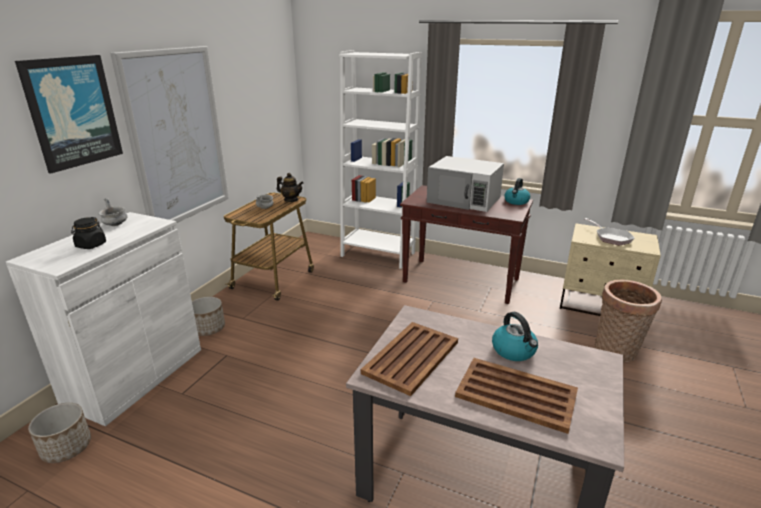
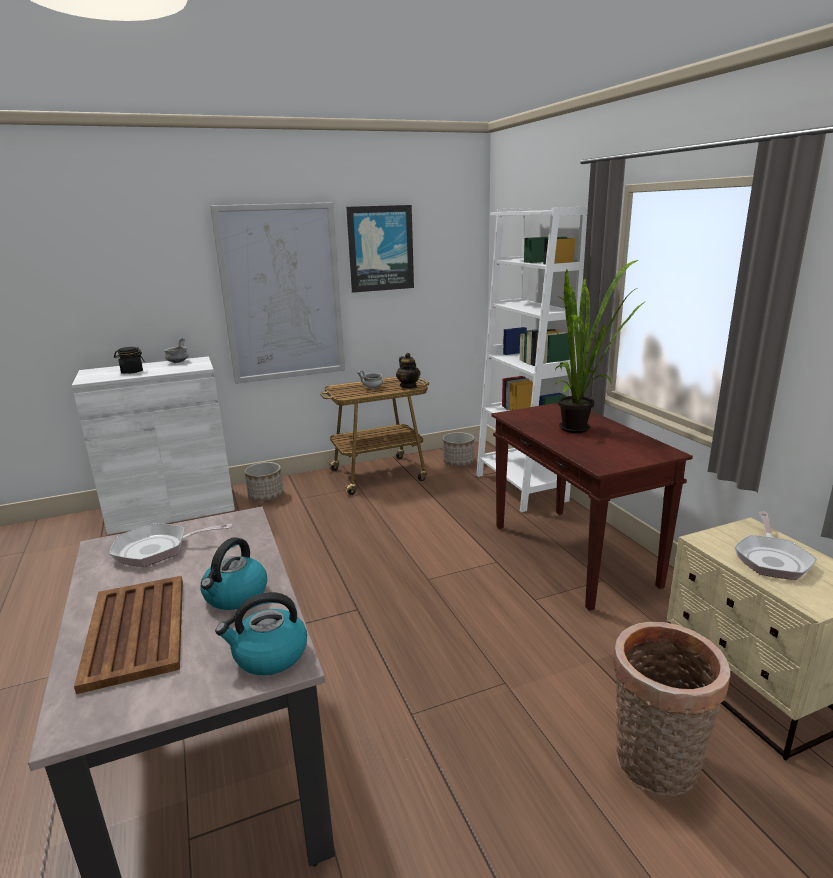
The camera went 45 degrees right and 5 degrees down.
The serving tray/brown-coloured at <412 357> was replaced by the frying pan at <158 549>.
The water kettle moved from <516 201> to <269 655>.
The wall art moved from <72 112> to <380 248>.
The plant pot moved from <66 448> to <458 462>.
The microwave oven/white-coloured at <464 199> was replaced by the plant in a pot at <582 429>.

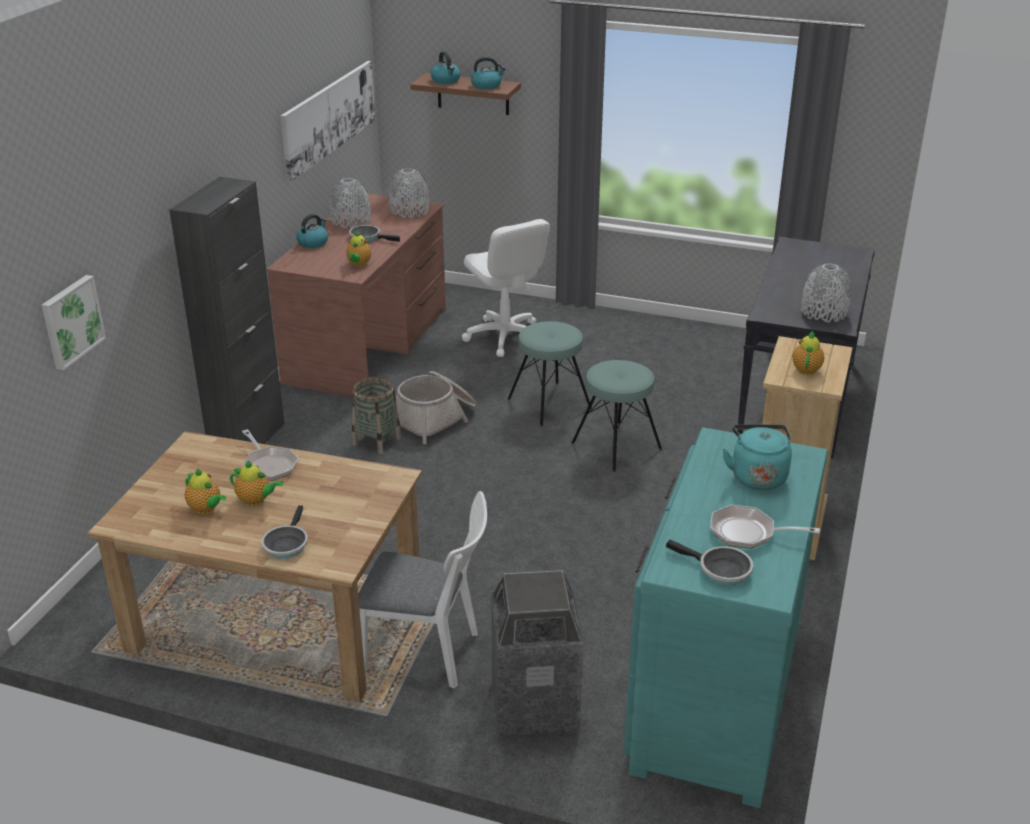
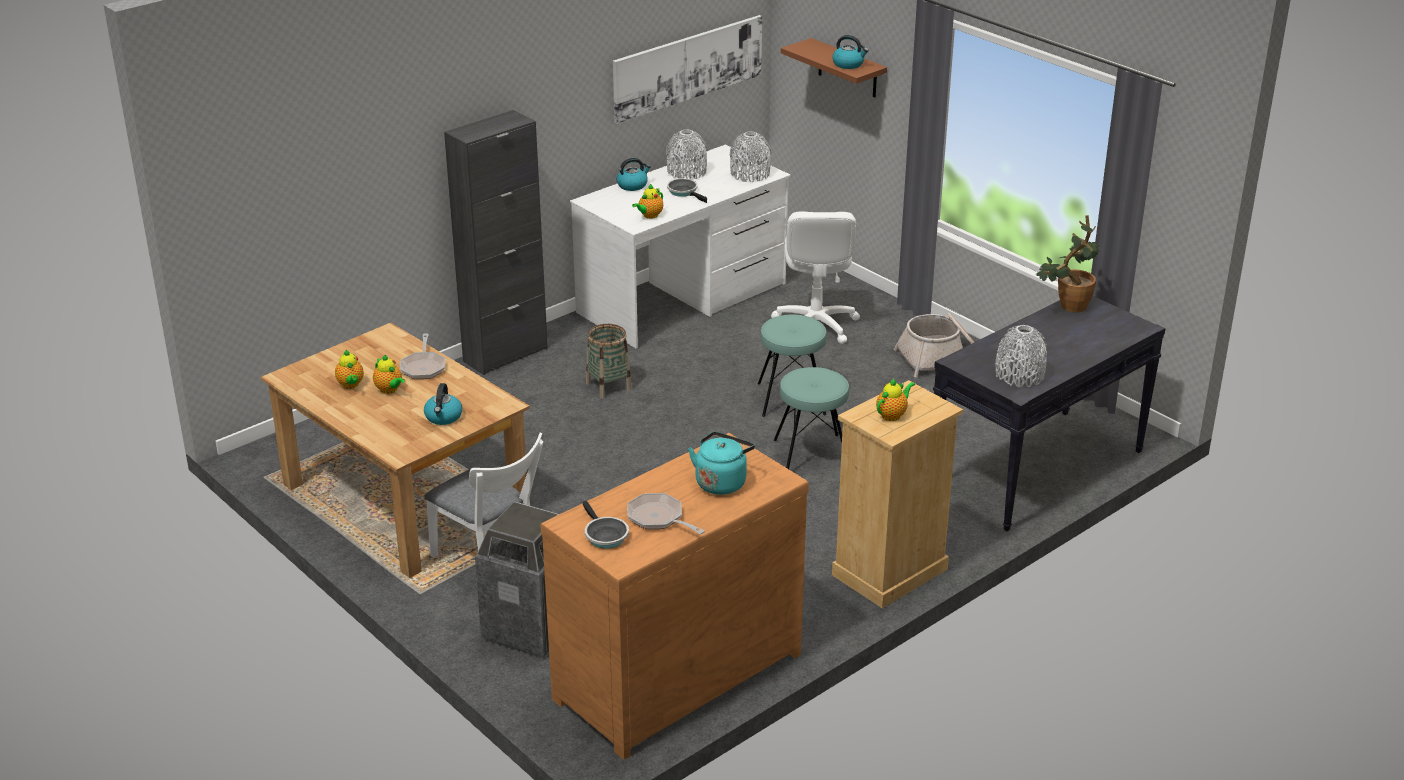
The camera went 30 degrees right and 0 degrees up.
The water kettle moved from <446 80> to <443 417>.
The drawer chest/blue-green at <713 696> became the drawer chest/brown-coloured at <674 674>.
The desk table/brown-coloured at <368 345> became the desk table/white-coloured at <683 298>.
The household basket moved from <434 418> to <940 358>.
The plant in a pot at <1067 307> appeared.
The wall art at <71 321> disappeared.
The frying pan at <286 544> disappeared.

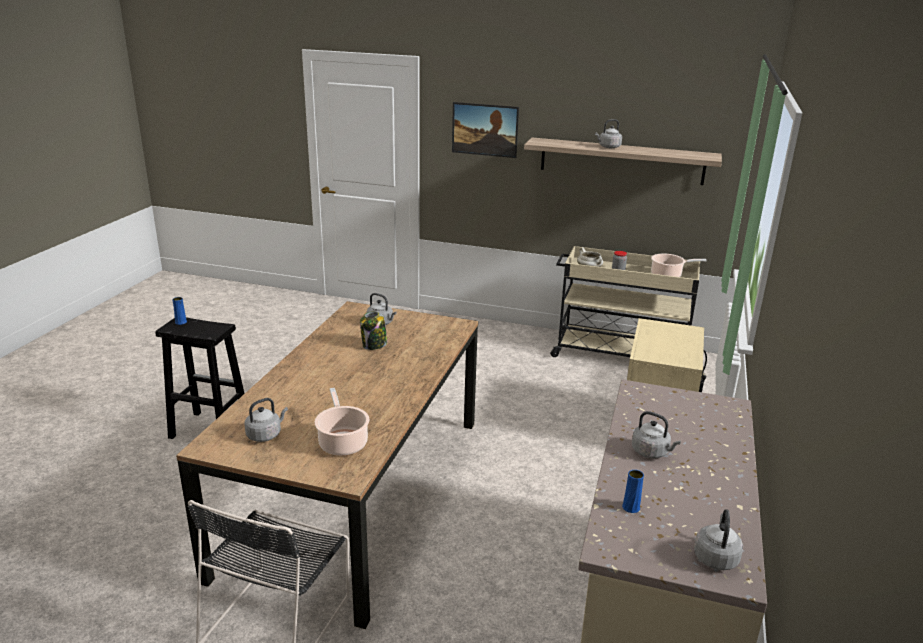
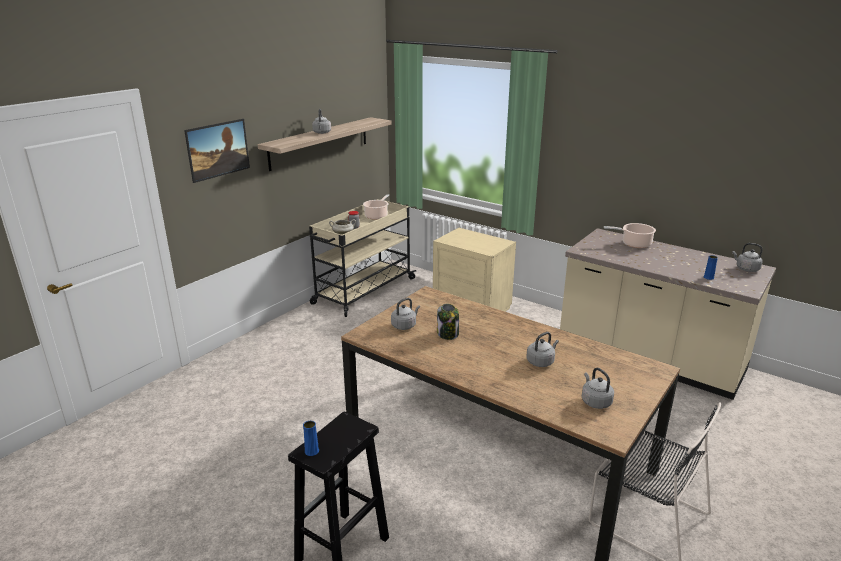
The camera went 70 degrees left and 0 degrees up.
The water kettle/grey moved from <652 452> to <541 361>.
The stockpot moved from <342 442> to <634 244>.

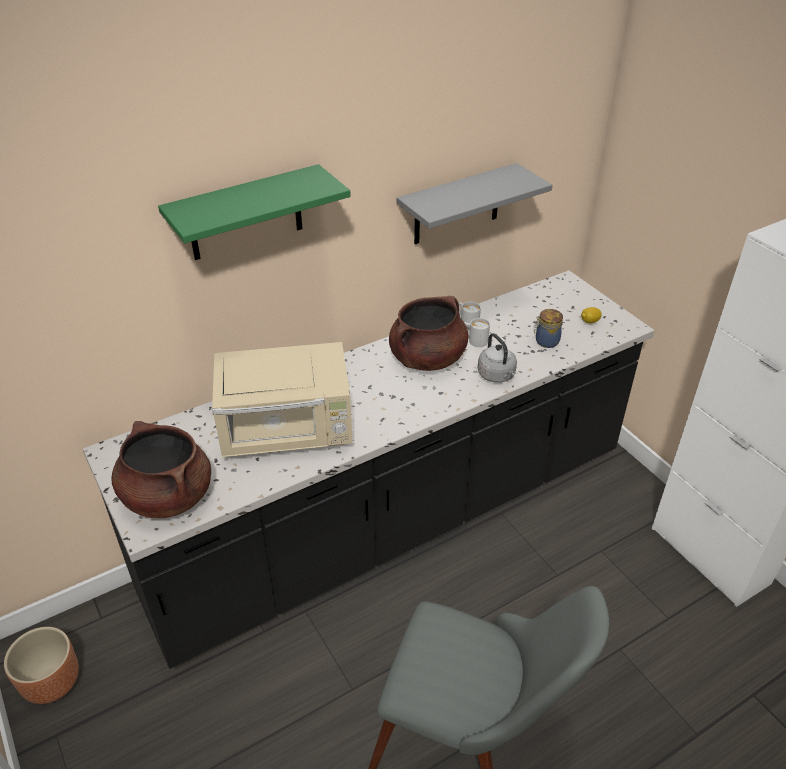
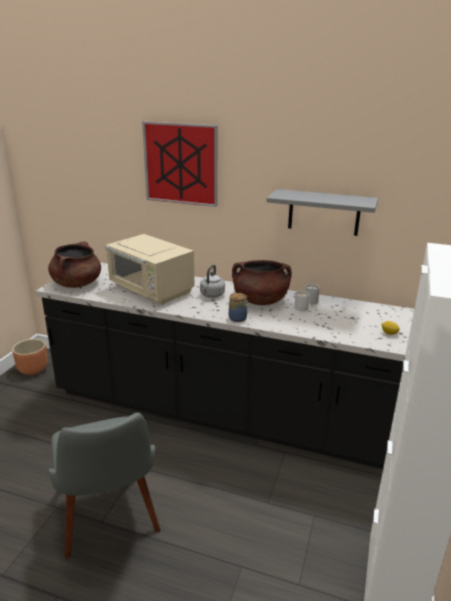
The camera went 50 degrees right and 15 degrees down.
The wall shelf/green at <245 214> was replaced by the wall art at <181 164>.
The water kettle/grey moved from <497 376> to <211 295>.
The storage jar moved from <546 341> to <237 318>.

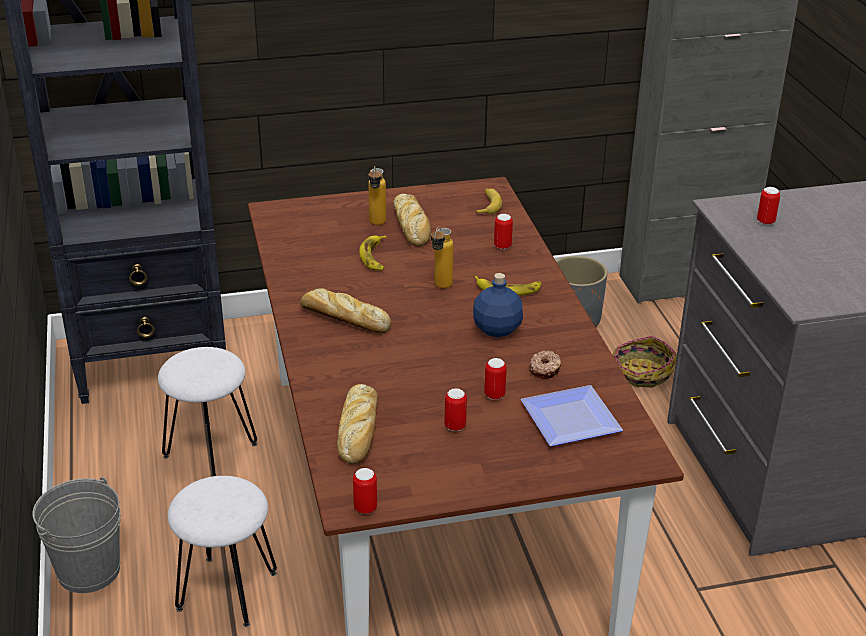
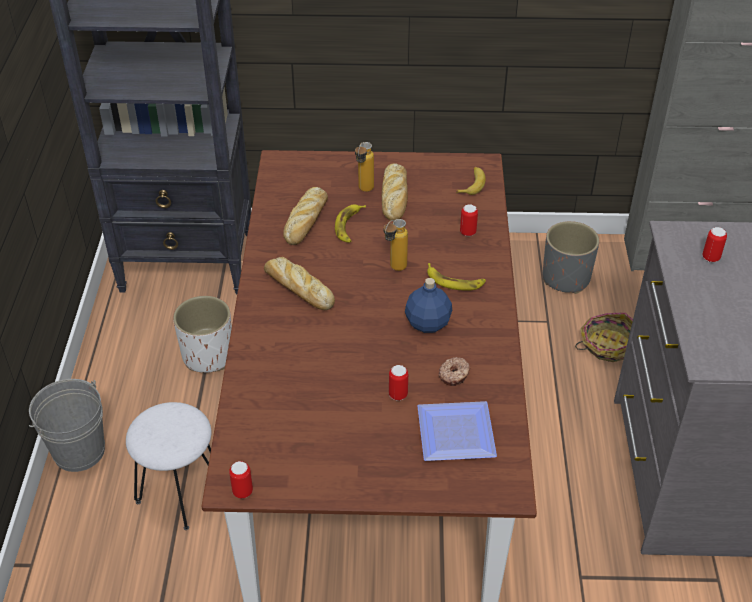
The camera went 15 degrees right and 10 degrees up.
The stool seat/white-coloured at <209 450> was replaced by the plant pot/white-coloured at <208 355>.
The bread moved from <358 431> to <306 221>.
The can at <455 426> disappeared.

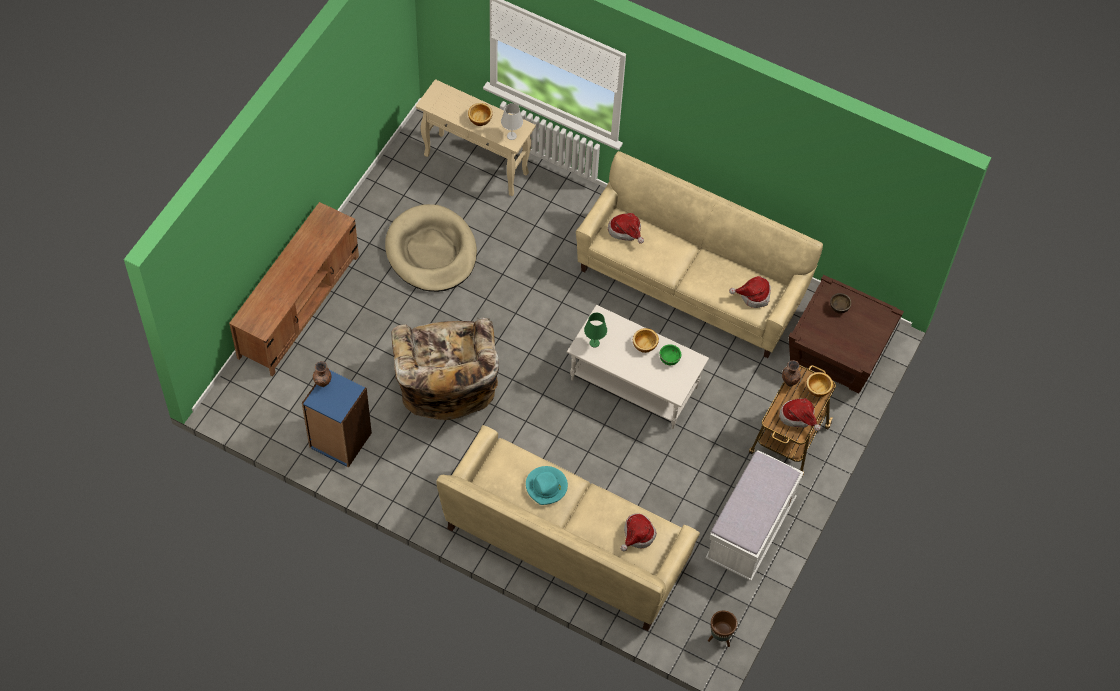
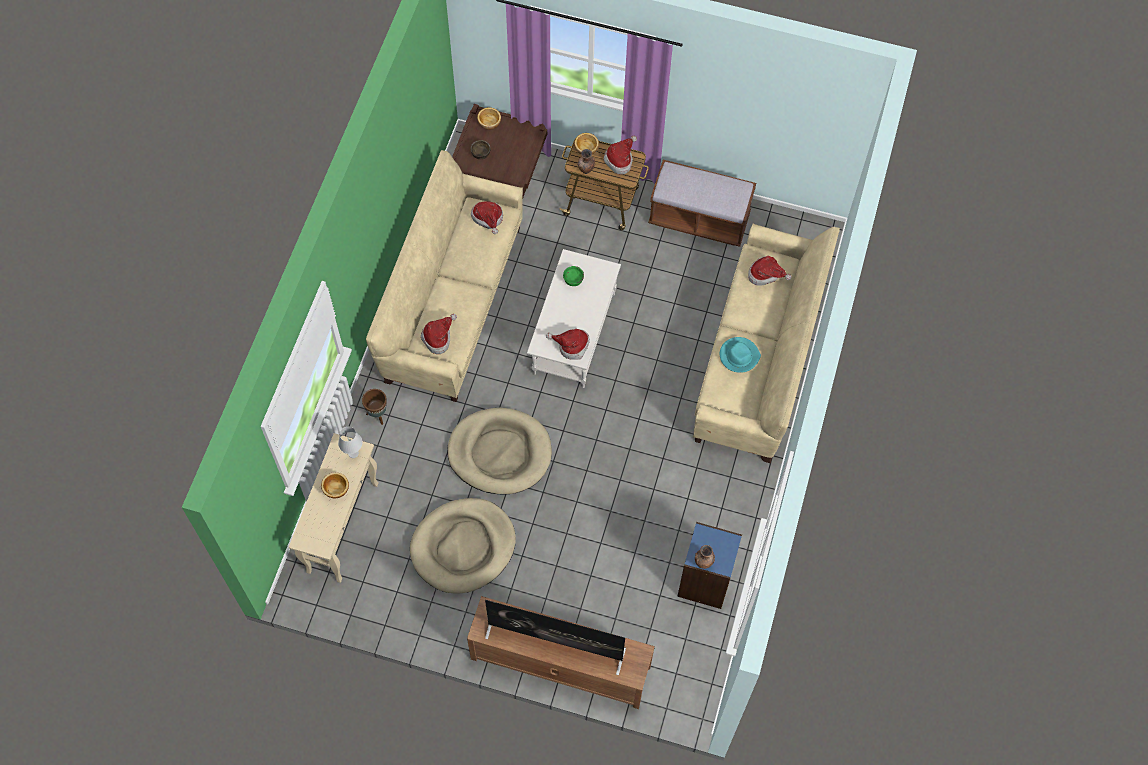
The camera went 100 degrees left and 5 degrees up.
The plant pot/brown-coloured moved from <720 638> to <377 415>.
The pet bed/sand-coloured at <500 453> appeared.
The serving bowl moved from <644 345> to <490 123>.
The TV at <556 643> appeared.
The table lamp/green at <594 343> was replaced by the wearable hat at <571 346>.
The long seat/white-coloured at <750 530> became the long seat/brown-coloured at <699 219>.
The armchair/sand-coloured at <446 390> disappeared.

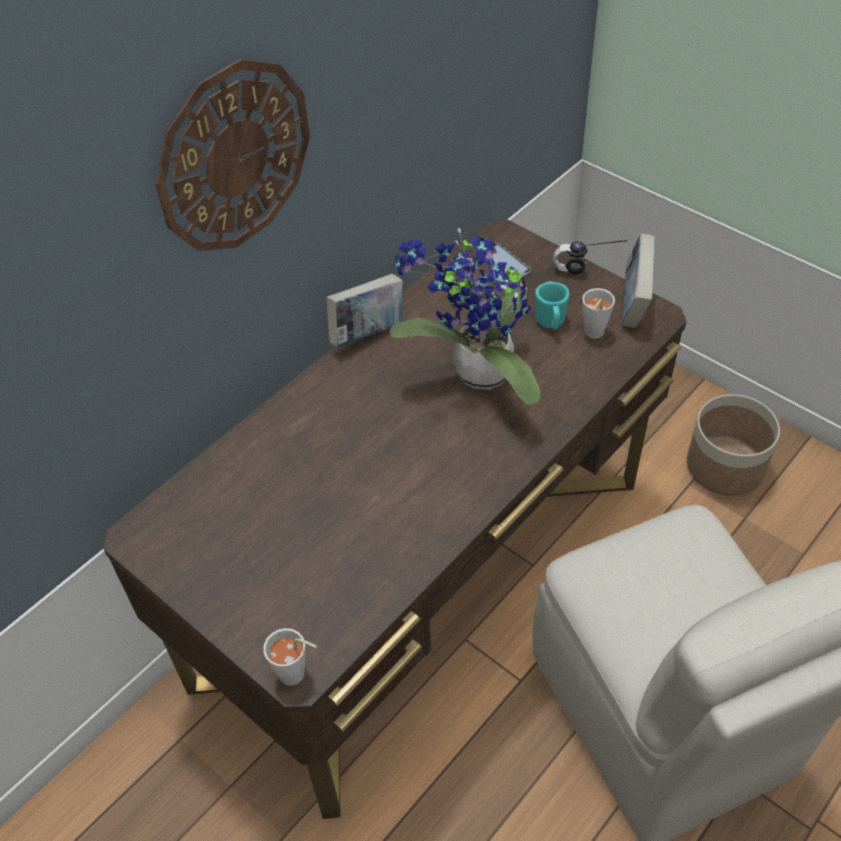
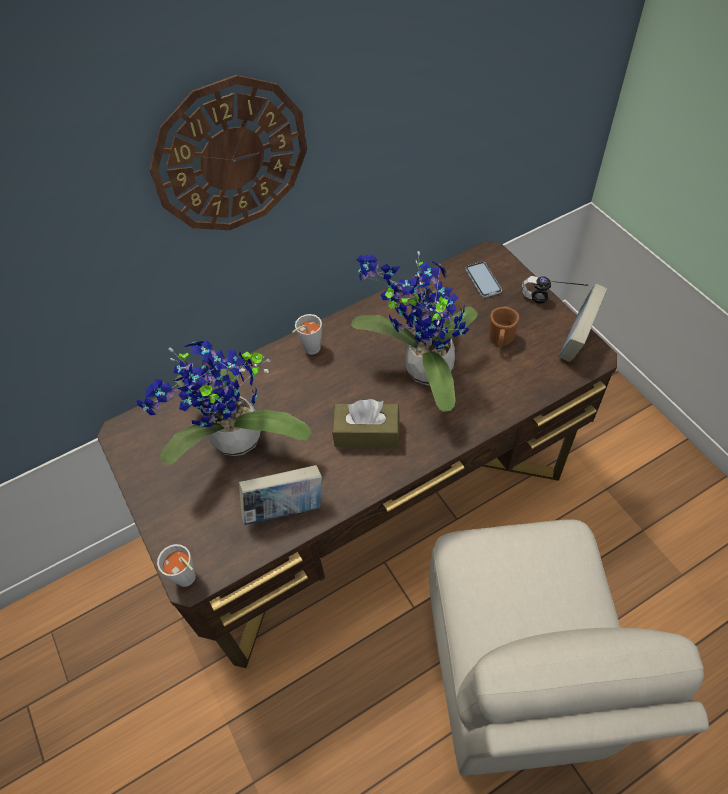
The camera went 20 degrees right and 5 degrees up.
The plant in a pot at <235 443> appeared.
The book moved from <368 333> to <285 510>.
The cup/grey moved from <592 334> to <309 350>.
The box of tissues/brown-coloured at <366 433> appeared.
The tea mug/blue-green at <551 323> became the tea mug/brown-coloured at <500 340>.
The plant pot at <725 466> disappeared.

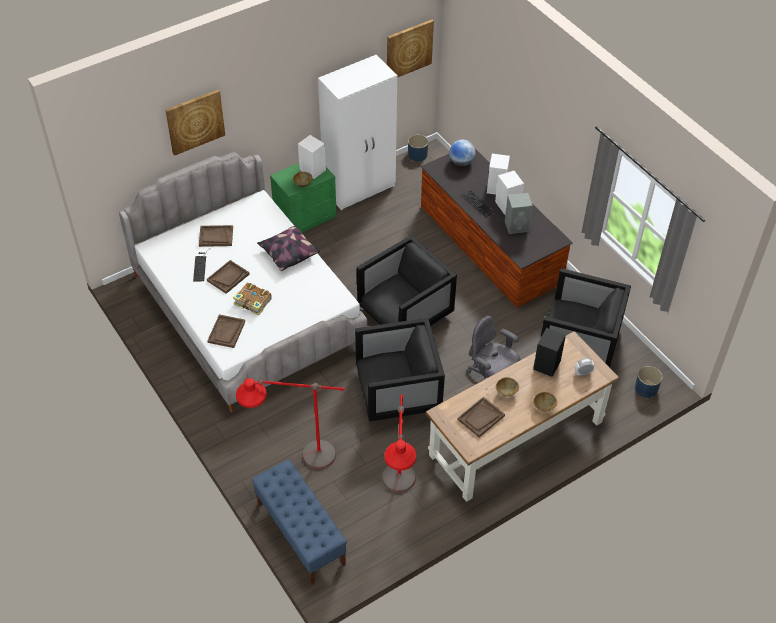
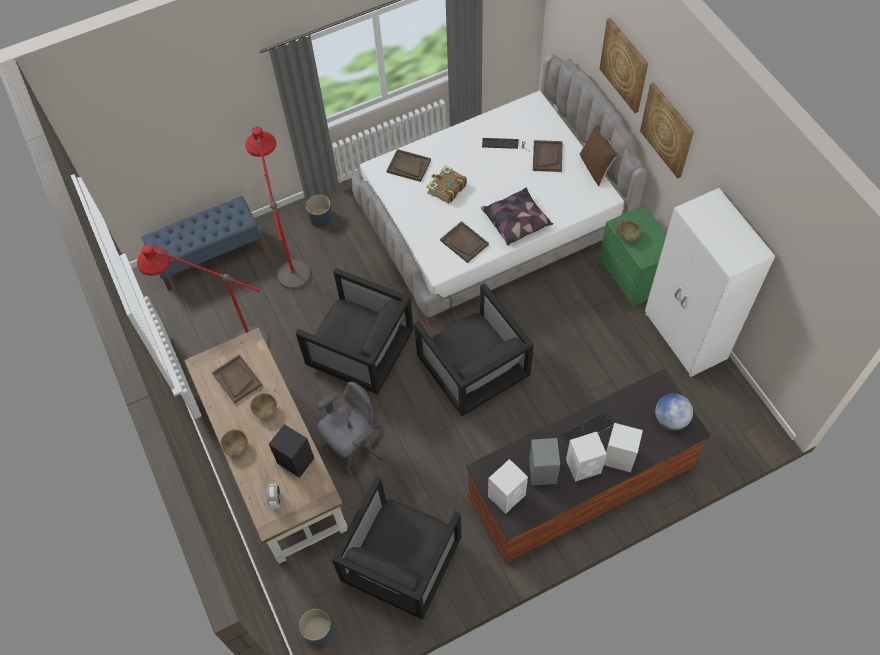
The camera went 100 degrees right and 10 degrees up.
The armchair/black at <397 392> turned 60 degrees counterclockwise.
The plant pot/bluish moved from <417 154> to <321 218>.
The serving tray/brown-coloured moved from <228 277> to <464 243>.
The loudspeaker/white-coloured moved from <312 169> to <507 495>.
The throw pillow/brown-coloured at <595 167> appeared.
The wall art moved from <409 49> to <667 130>.

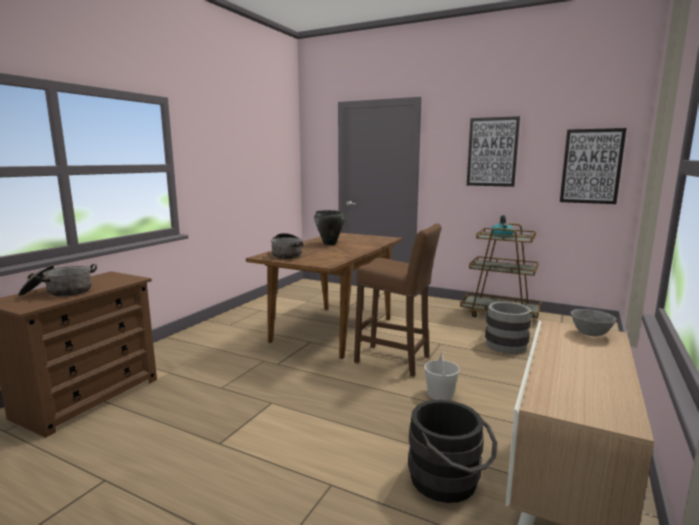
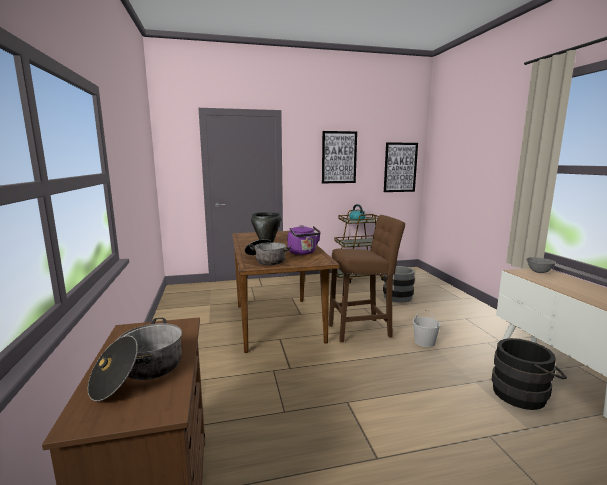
The camera went 40 degrees left and 0 degrees up.
The water kettle/purple at <303 253> appeared.

